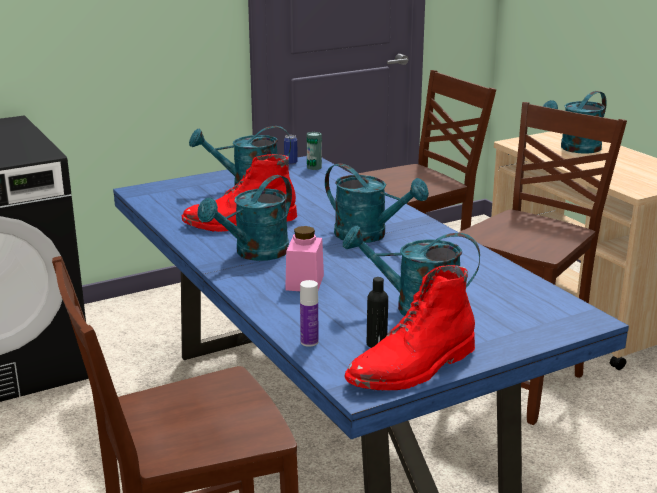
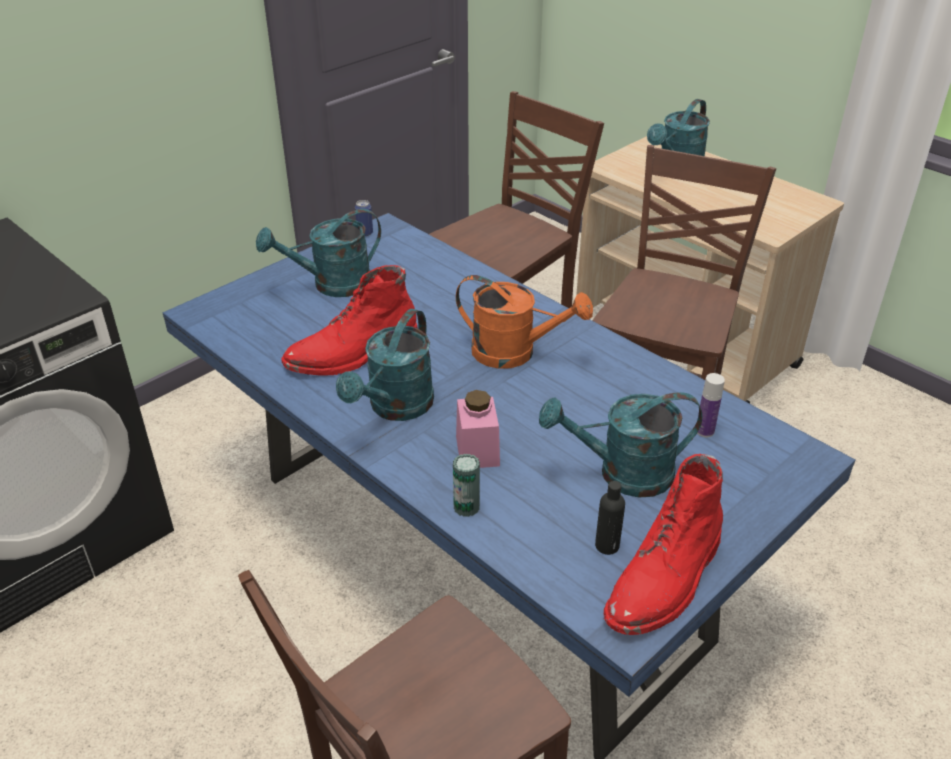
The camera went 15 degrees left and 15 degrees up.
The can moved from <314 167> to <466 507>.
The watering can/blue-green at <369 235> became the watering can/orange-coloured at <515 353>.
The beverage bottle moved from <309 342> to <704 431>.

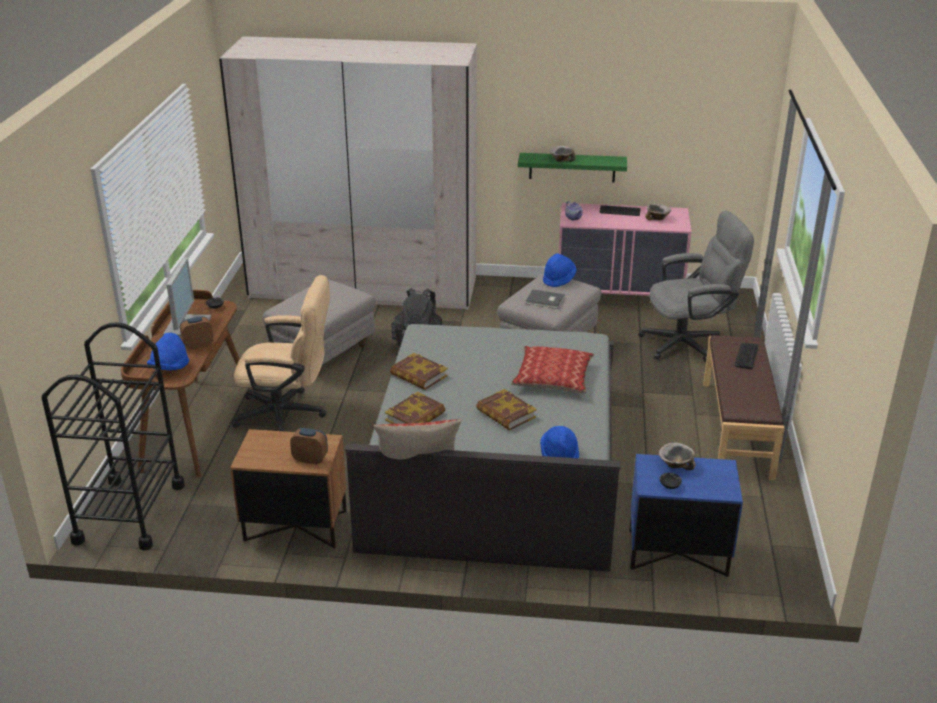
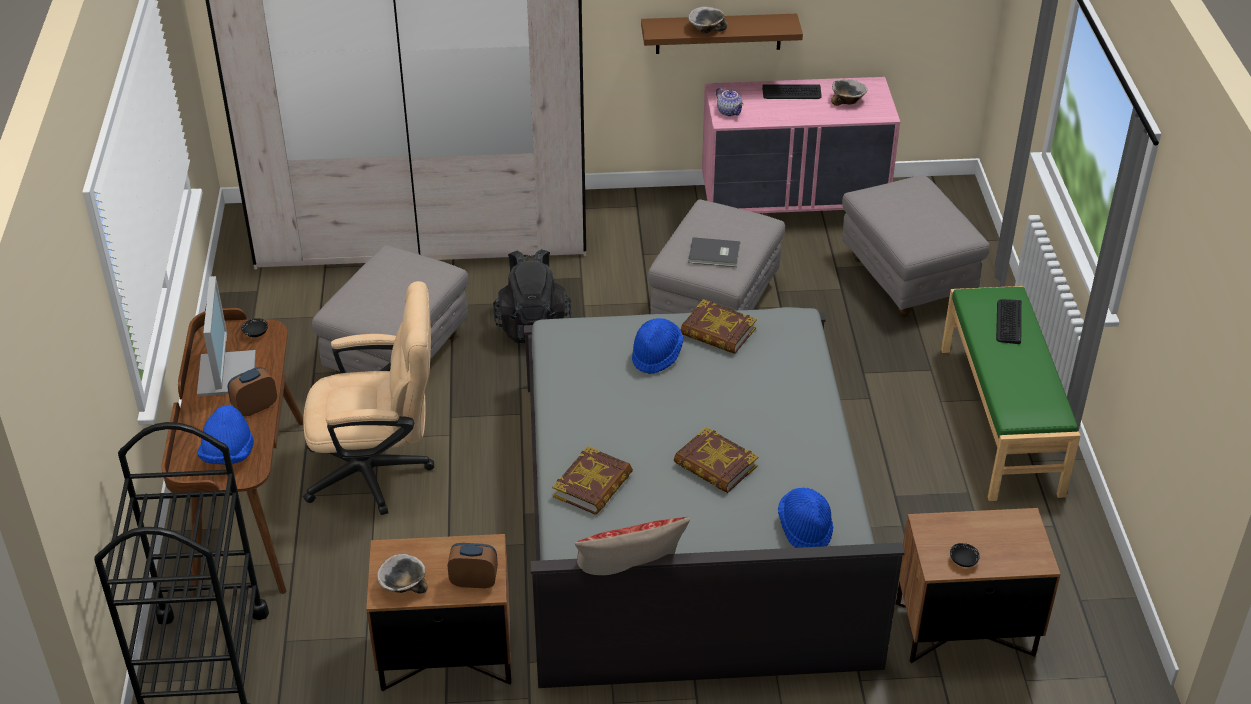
The camera went 10 degrees left and 10 degrees up.
The serving bowl moved from <675 465> to <402 586>.
The wearable hat/bluish moved from <558 279> to <656 355>.
The wall shelf/green at <572 167> became the wall shelf/brown-coloured at <718 33>.
The book moved from <418 375> to <718 332>.
The office chair/grey at <689 343> was replaced by the footrest/grey at <908 280>.
The night table/bluish at <677 554> became the night table/brown-coloured at <964 630>.
The long seat/brown-coloured at <737 429> became the long seat/green at <1001 420>.
The throw pillow at <553 378> disappeared.

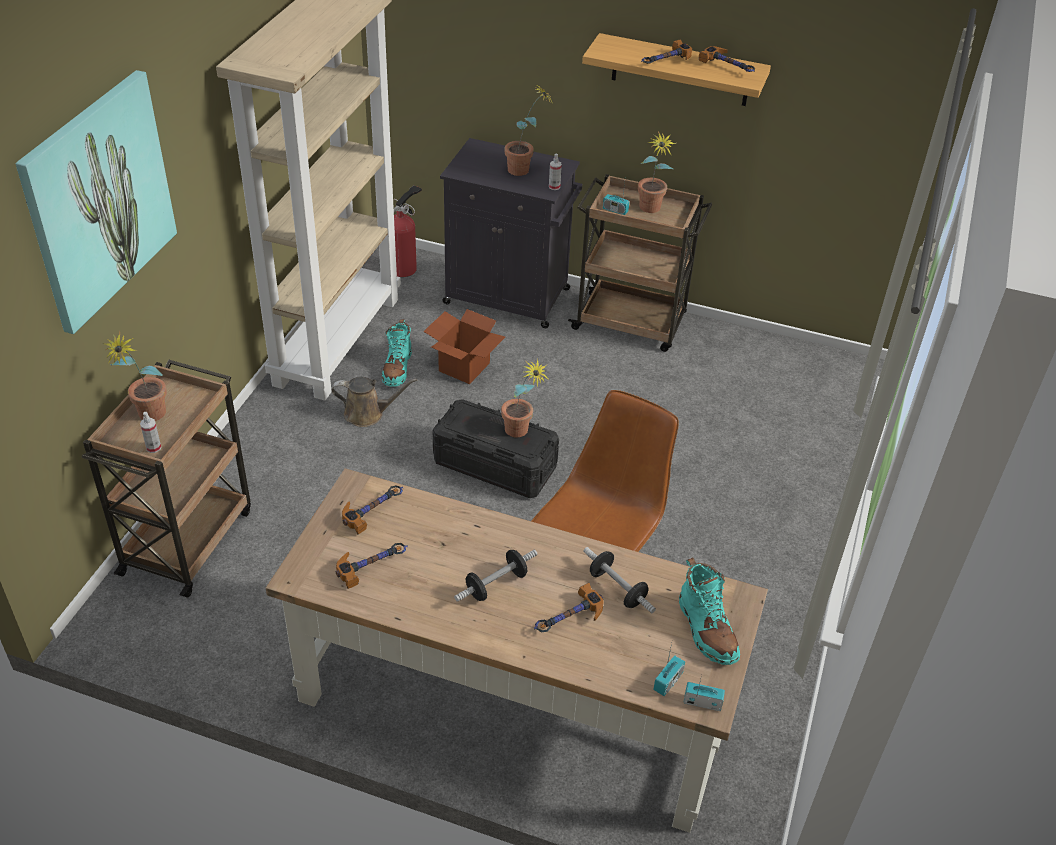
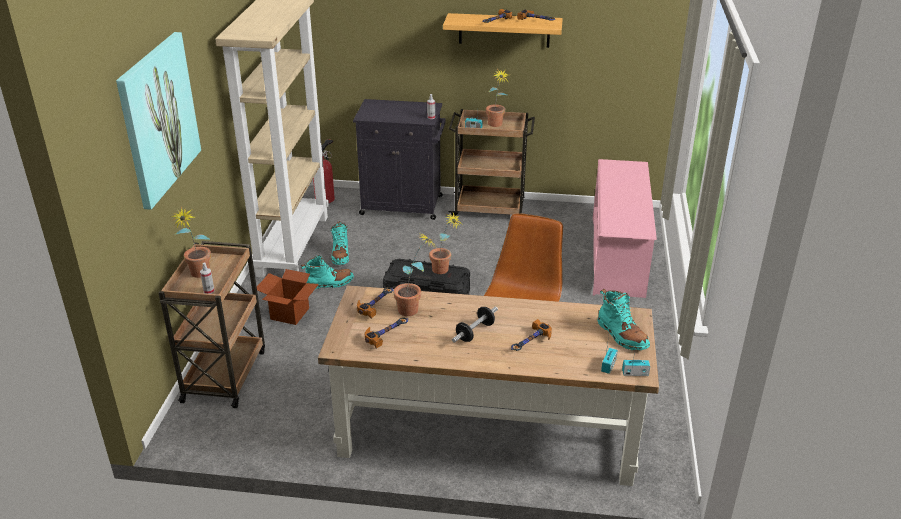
The camera went 10 degrees left and 10 degrees down.
The packing box moved from <464 367> to <289 313>.
The watering can/brown-coloured at <368 414> was replaced by the boot/blue-green at <329 283>.
The plant in a pot moved from <525 170> to <414 309>.
The shoe stand/pink at <617 256> appeared.
The free weight at <617 589> disappeared.

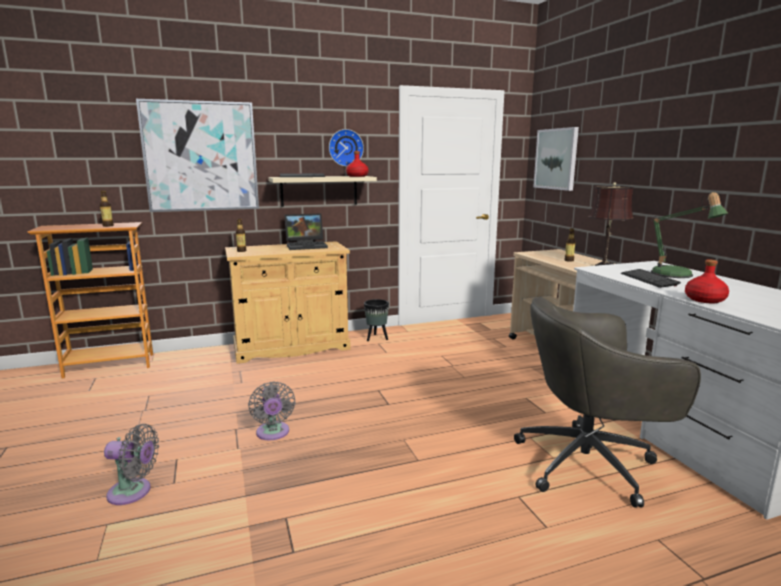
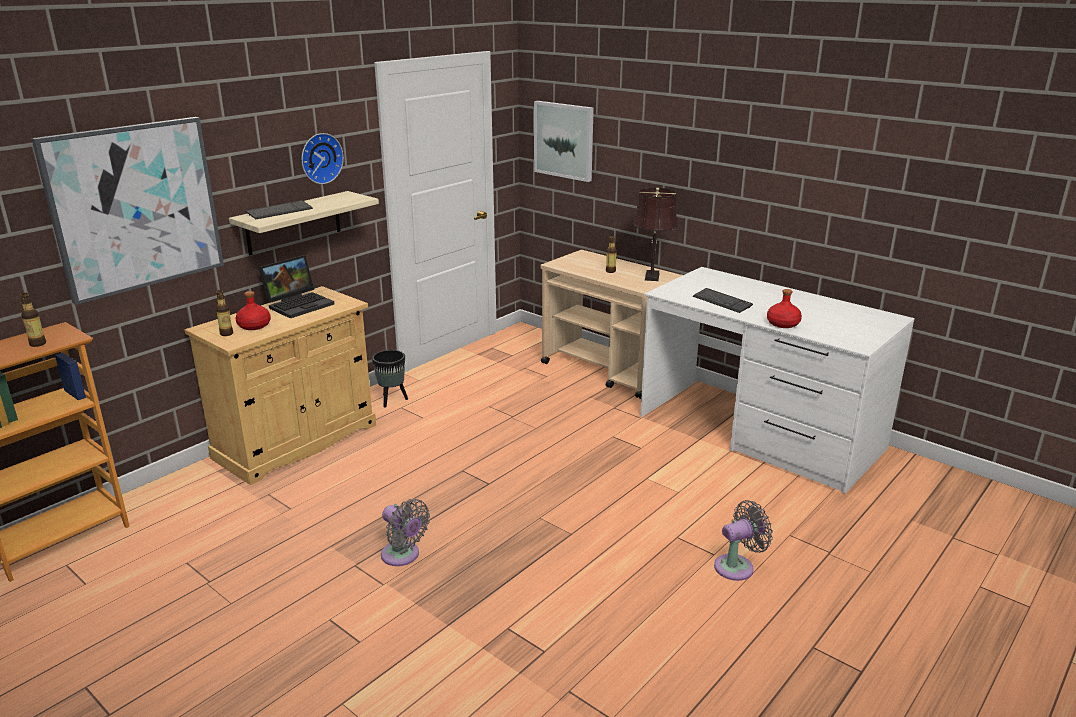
The camera went 30 degrees left and 10 degrees up.
The beverage bottle/reddish moved from <357 176> to <253 326>.
The electric fan/grey moved from <133 492> to <737 566>.
The office chair/grey at <589 463> disappeared.
The table lamp at <677 275> disappeared.

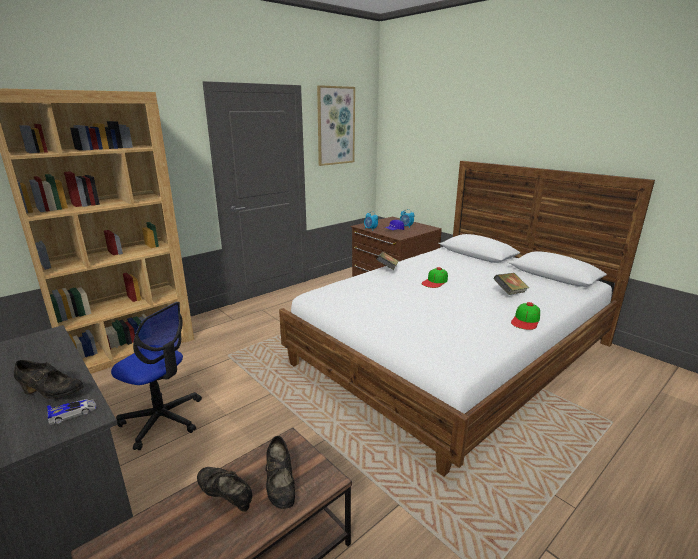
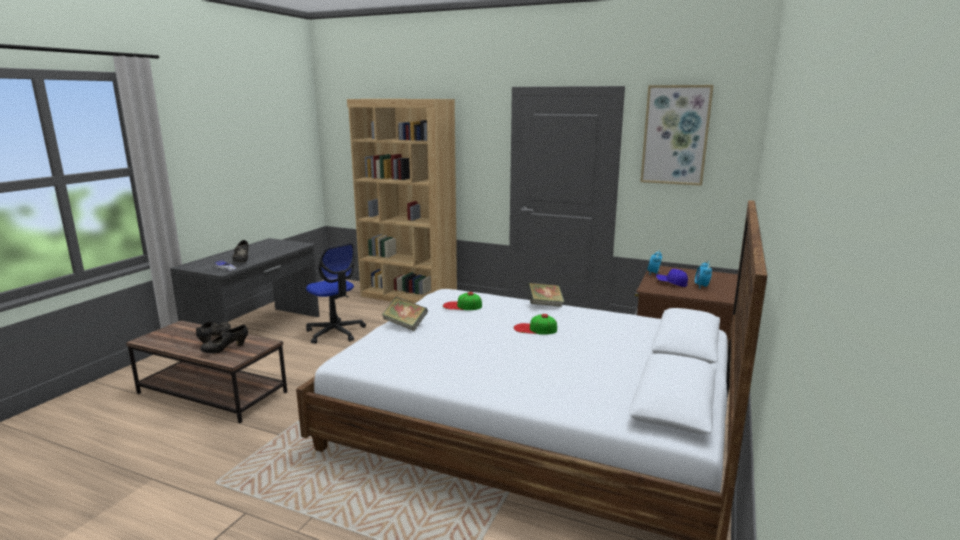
The camera went 65 degrees right and 5 degrees down.
The office chair at <162 420> turned 45 degrees counterclockwise.
The book moved from <509 293> to <405 325>.
The baseball cap moved from <526 320> to <462 306>.

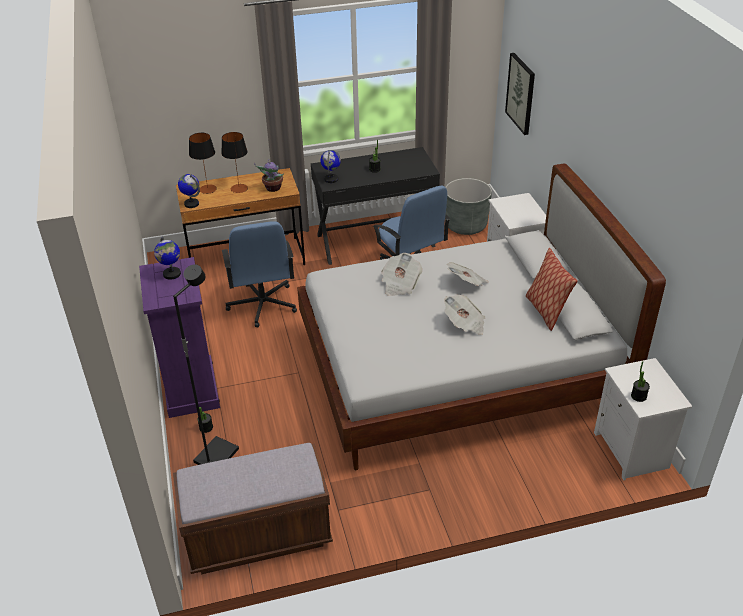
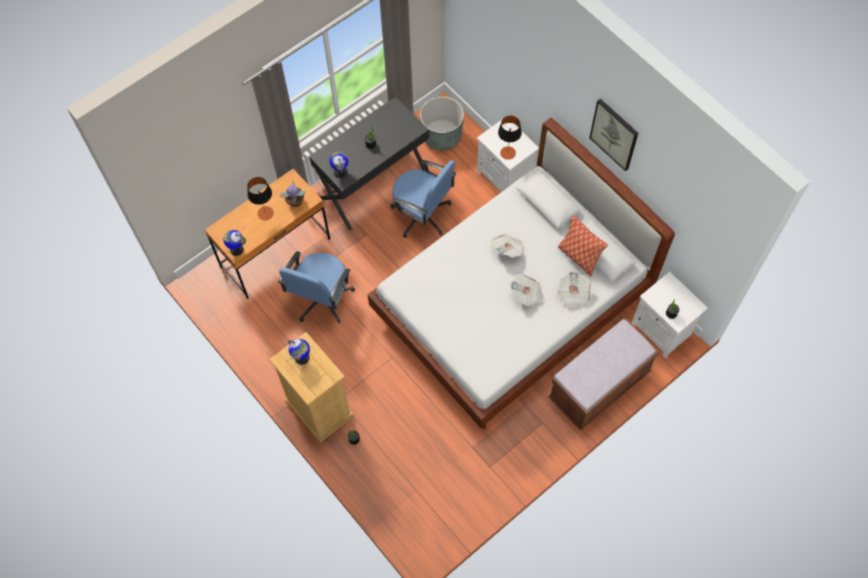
The camera went 25 degrees left and 25 degrees up.
The drawer chest/purple at <191 389> became the drawer chest/sand-coloured at <319 409>.
The office chair/bluish at <262 305> turned 60 degrees clockwise.
The table lamp moved from <207 189> to <507 153>.
The long seat/brown-coloured moved from <258 536> to <599 386>.
The daily paper moved from <400 284> to <573 296>.
The wall art moved from <521 93> to <614 134>.
The standard lamp/black at <216 455> disappeared.

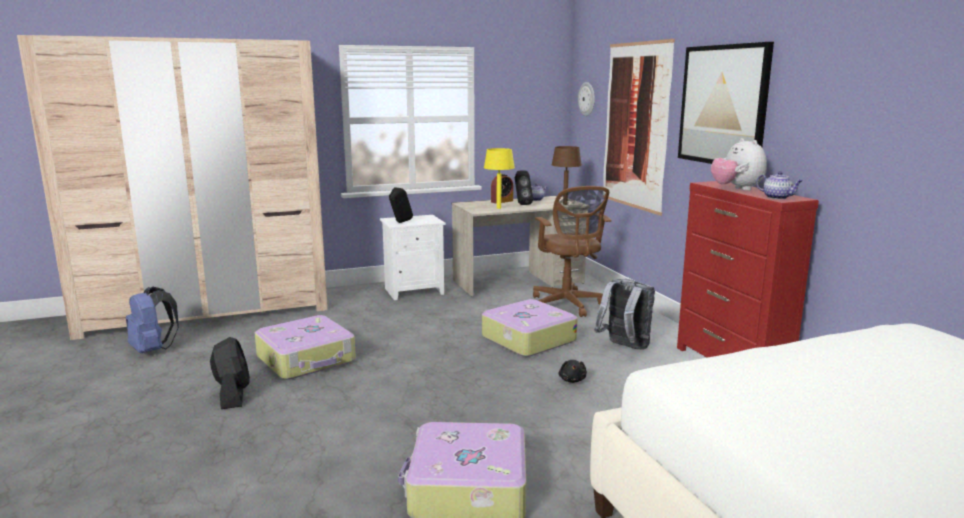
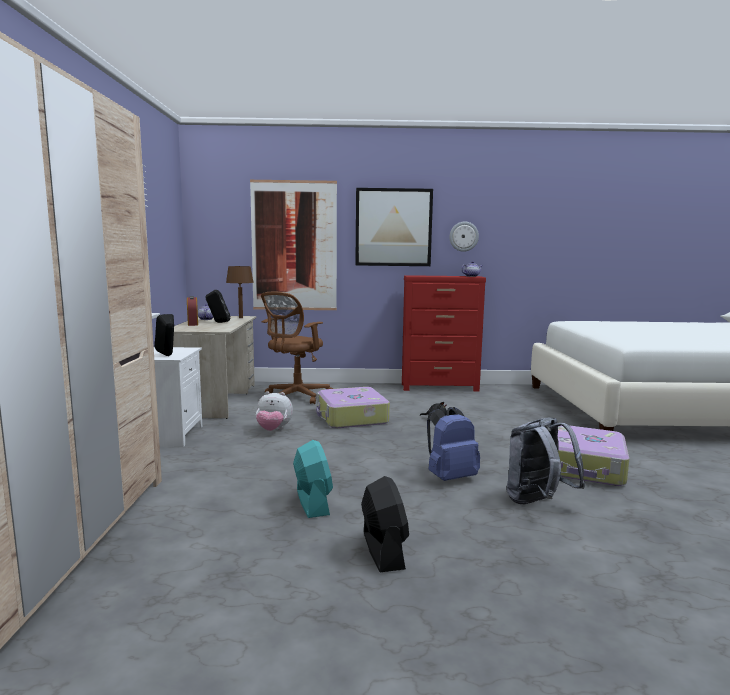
The camera went 70 degrees left and 5 degrees down.
The cuddly toy moved from <736 189> to <273 430>.
The office chair/brown-coloured at <567 305> turned 120 degrees clockwise.
The suitcase at <307 359> was replaced by the electric fan/blue-green at <312 502>.
The electric fan/black at <233 395> turned 75 degrees clockwise.
The knapsack/bluish moved from <153 350> to <449 477>.
The clock on the wall moved from <587 99> to <463 236>.
The knapsack/grey moved from <624 347> to <537 502>.
The table lamp/yellowish at <498 208> disappeared.

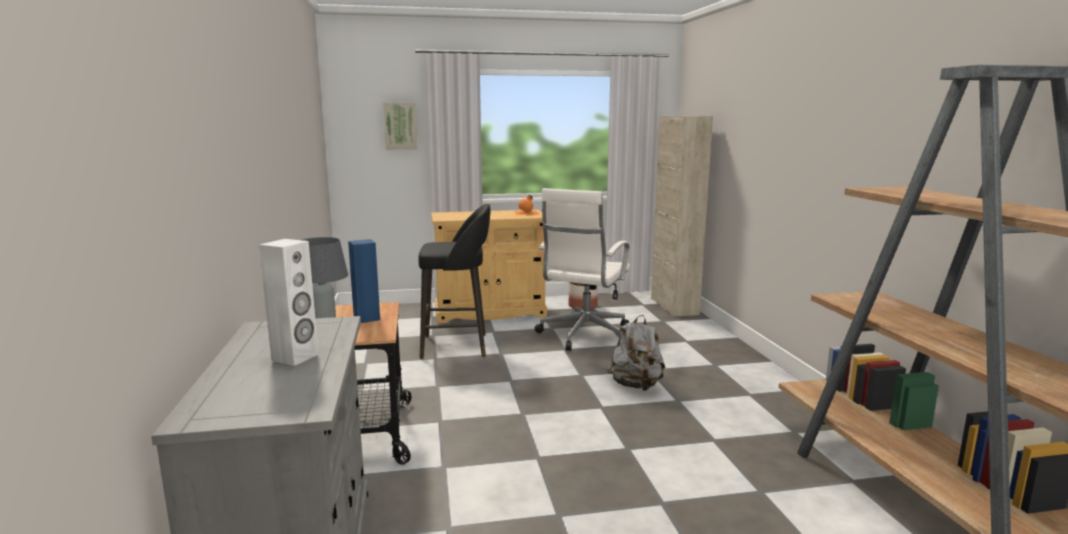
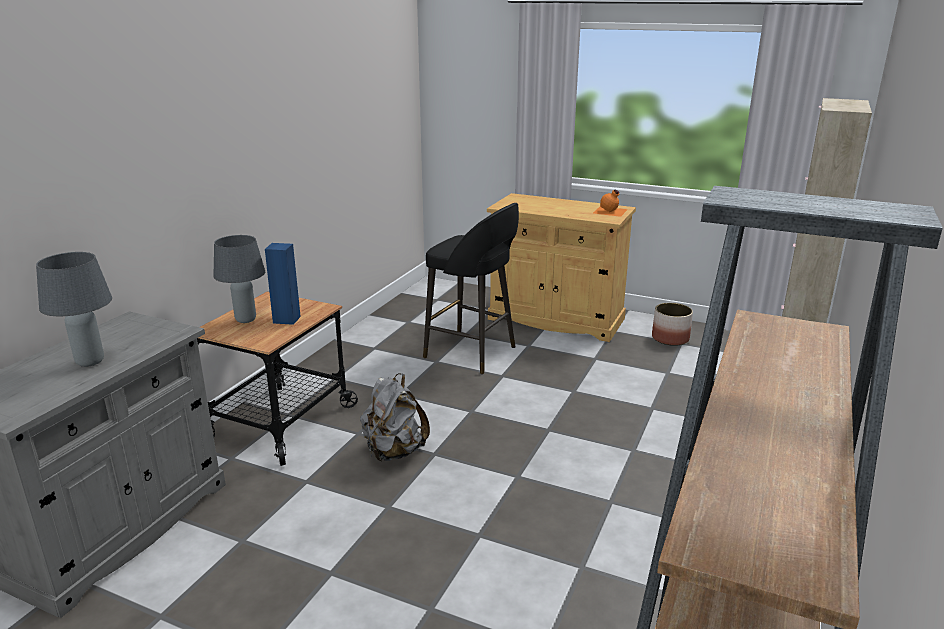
The camera went 35 degrees right and 10 degrees up.
The loudspeaker/white-coloured at <295 357> was replaced by the table lamp/grey at <91 361>.
The knapsack/grey moved from <636 386> to <394 451>.
The wall art at <400 126> disappeared.
The office chair/white-coloured at <584 335> disappeared.

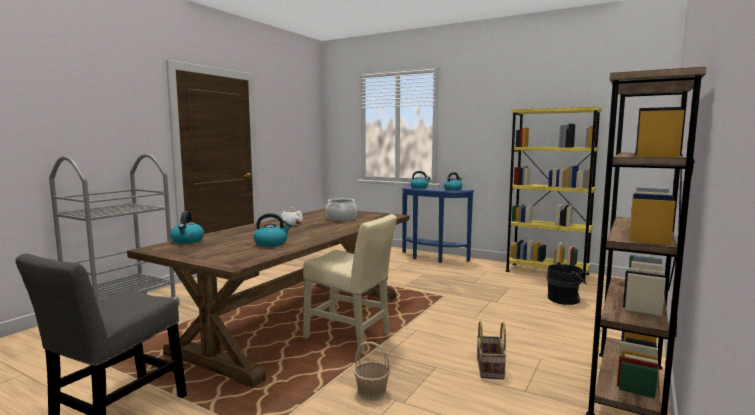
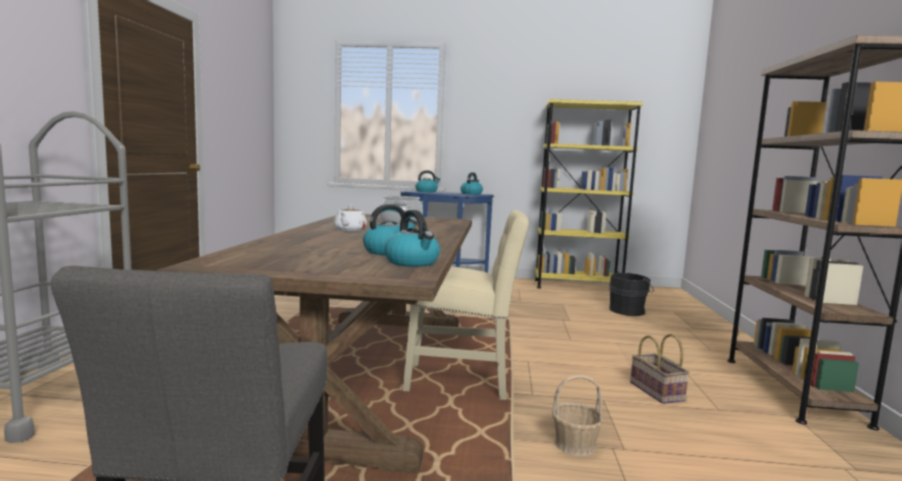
The camera went 25 degrees left and 0 degrees up.
The water kettle moved from <187 241> to <413 262>.

